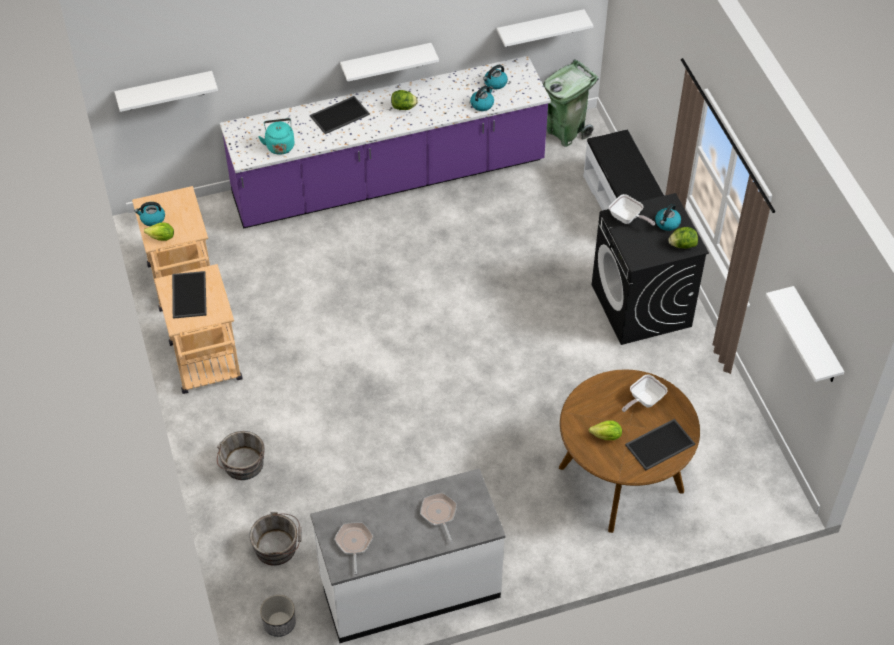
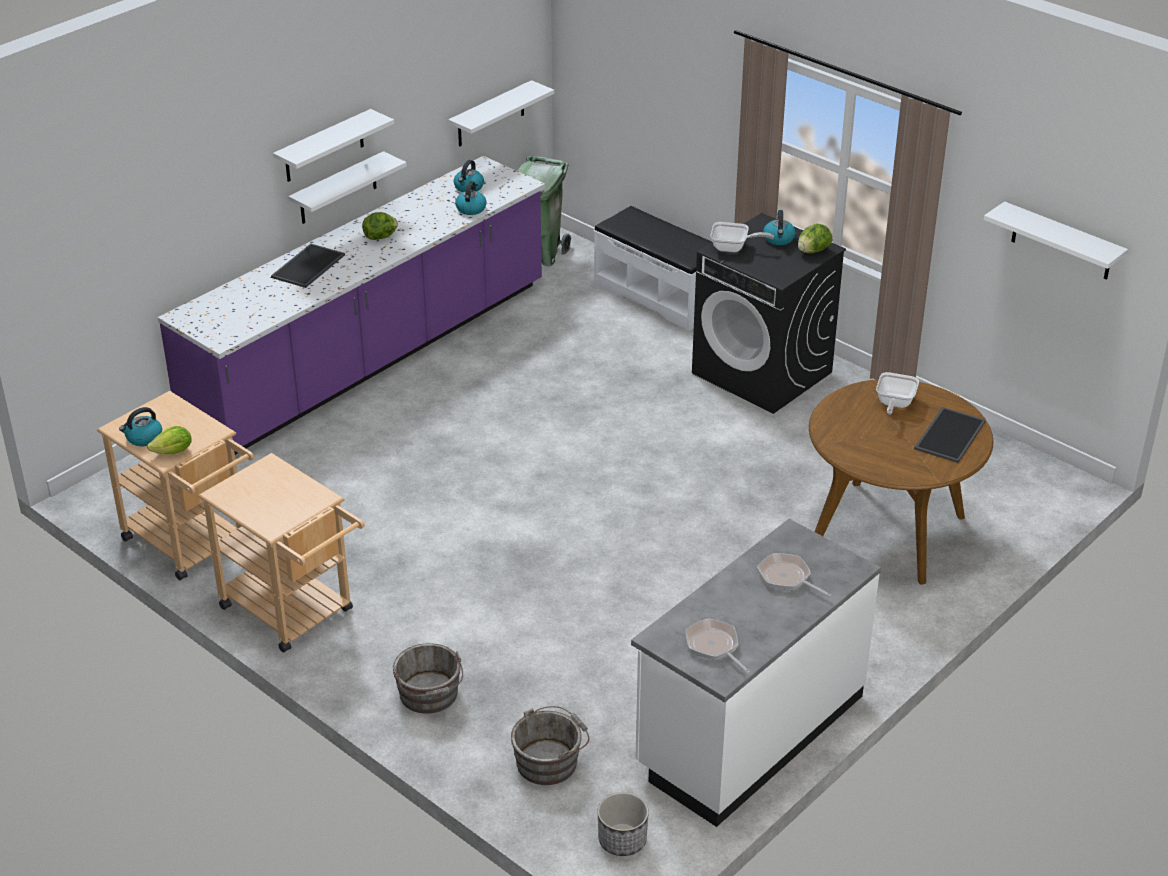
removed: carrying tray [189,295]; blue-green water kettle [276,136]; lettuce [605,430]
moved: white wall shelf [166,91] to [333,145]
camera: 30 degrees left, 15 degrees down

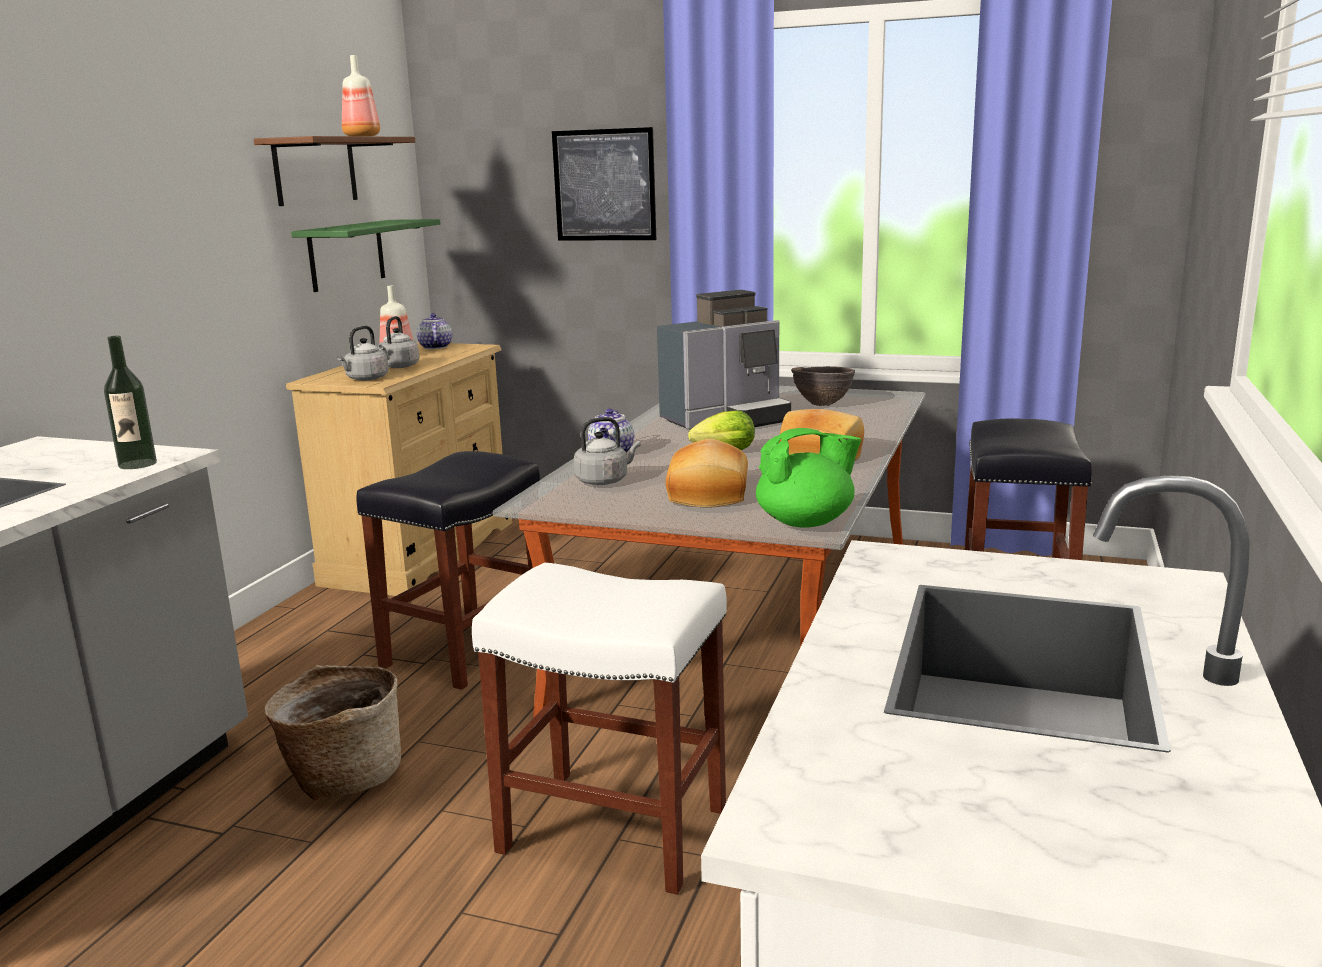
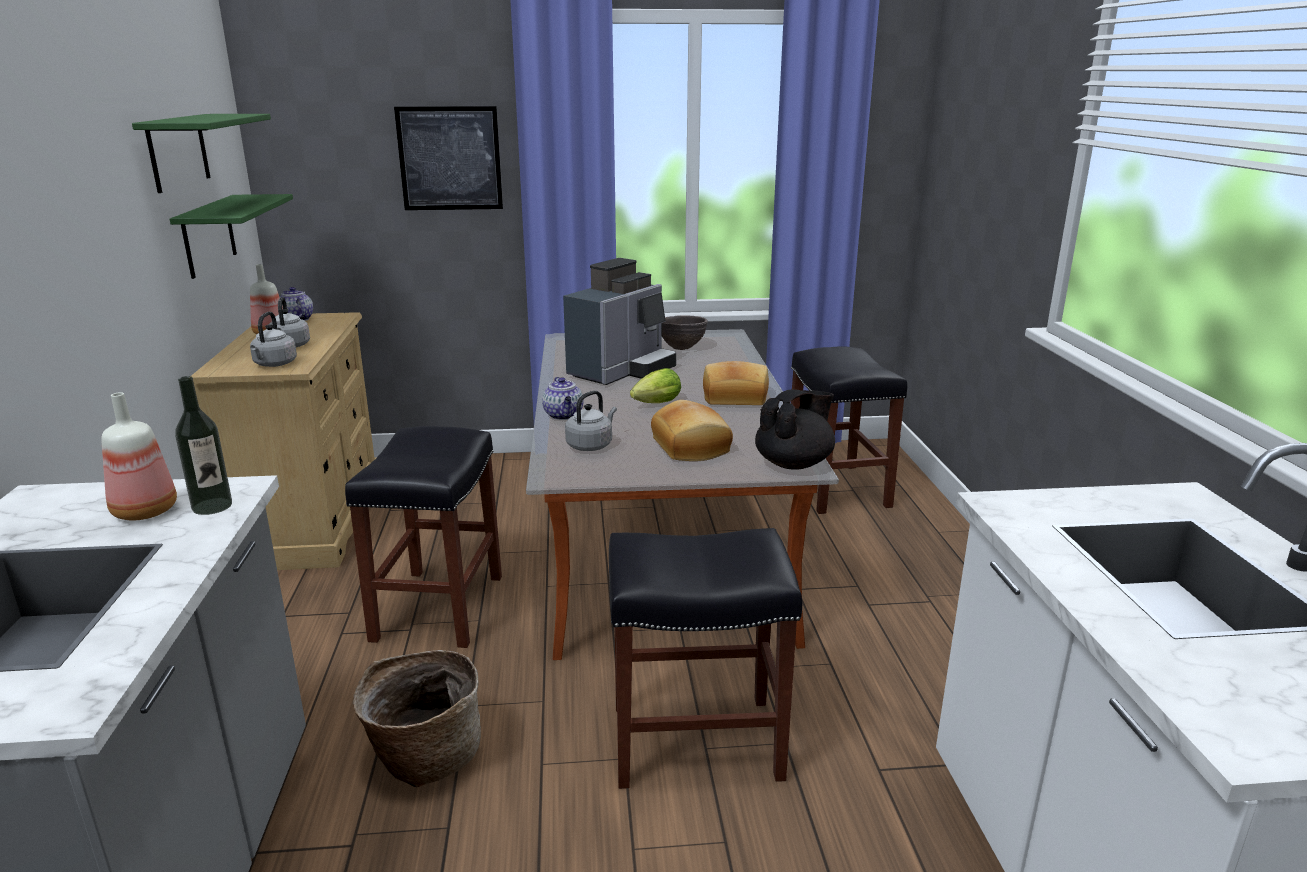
moved: drink bottle [361,96] to [139,456]
recoloured: brown wall shelf [334,171] to green wall shelf [201,153]; white stool [599,729] to black-coloured stool [705,658]; green pot for tea [808,478] to black-coloured pot for tea [795,429]
camera: 25 degrees left, 5 degrees up

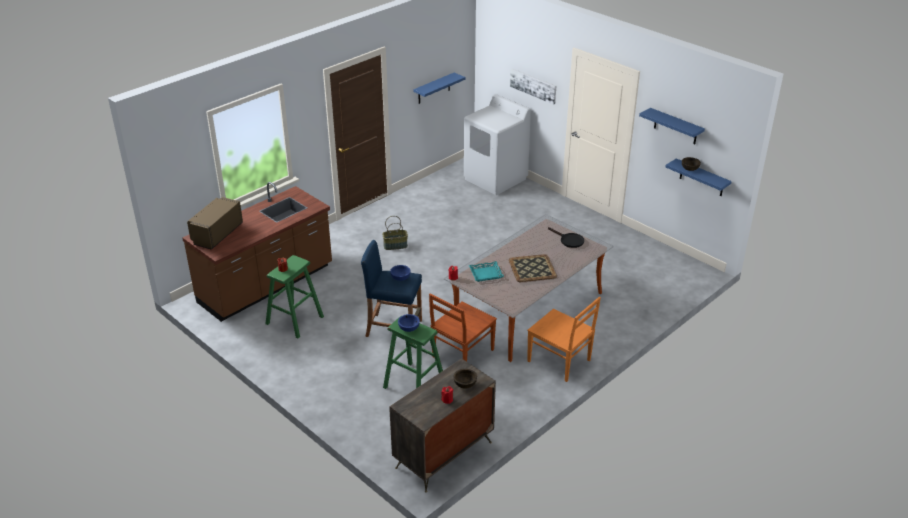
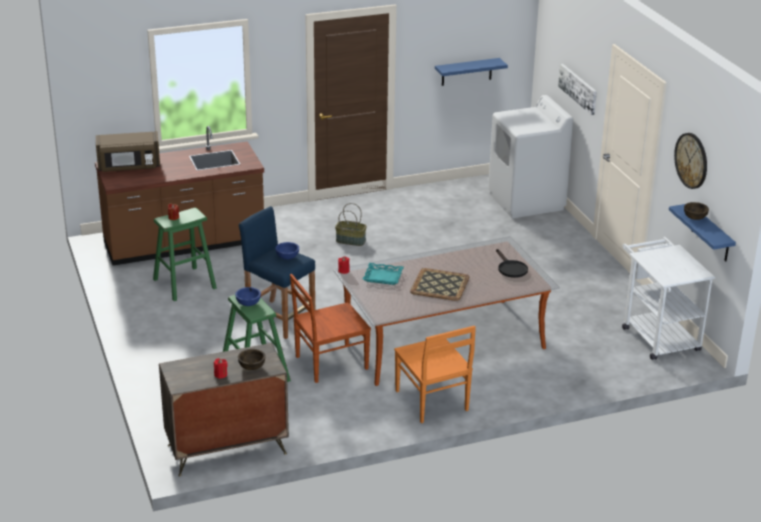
added: white trolley [668,298]
replaced: bluish wall shelf [672,126] to wall clock [690,161]
turned: brown kitchen microwave [215,223] = [128,151] 150 degrees counterclockwise
camera: 25 degrees right, 5 degrees down

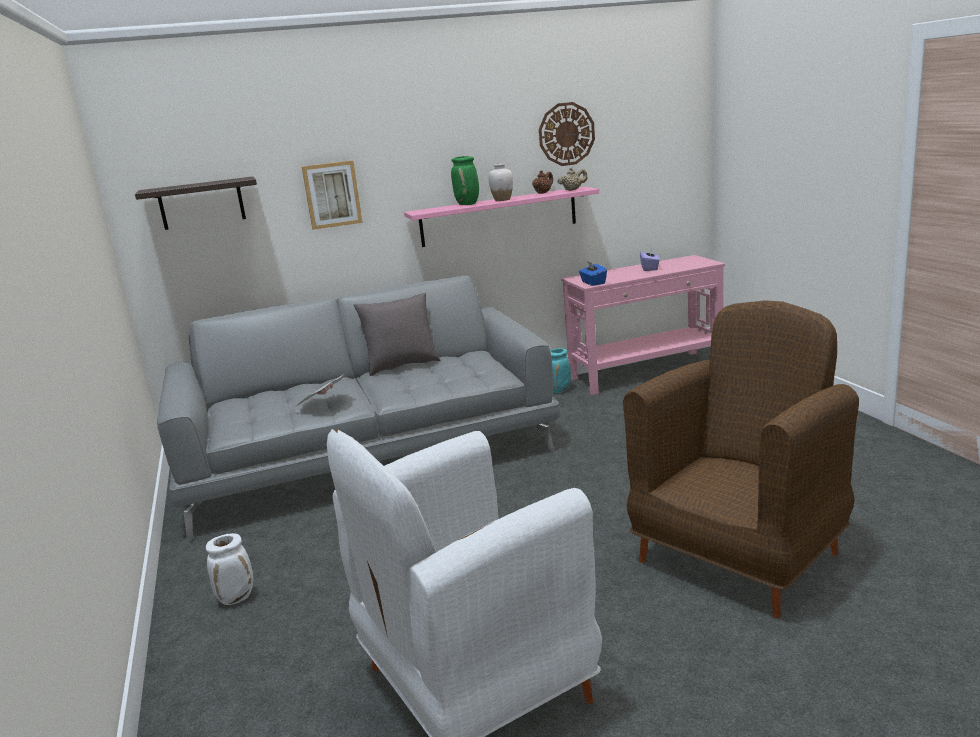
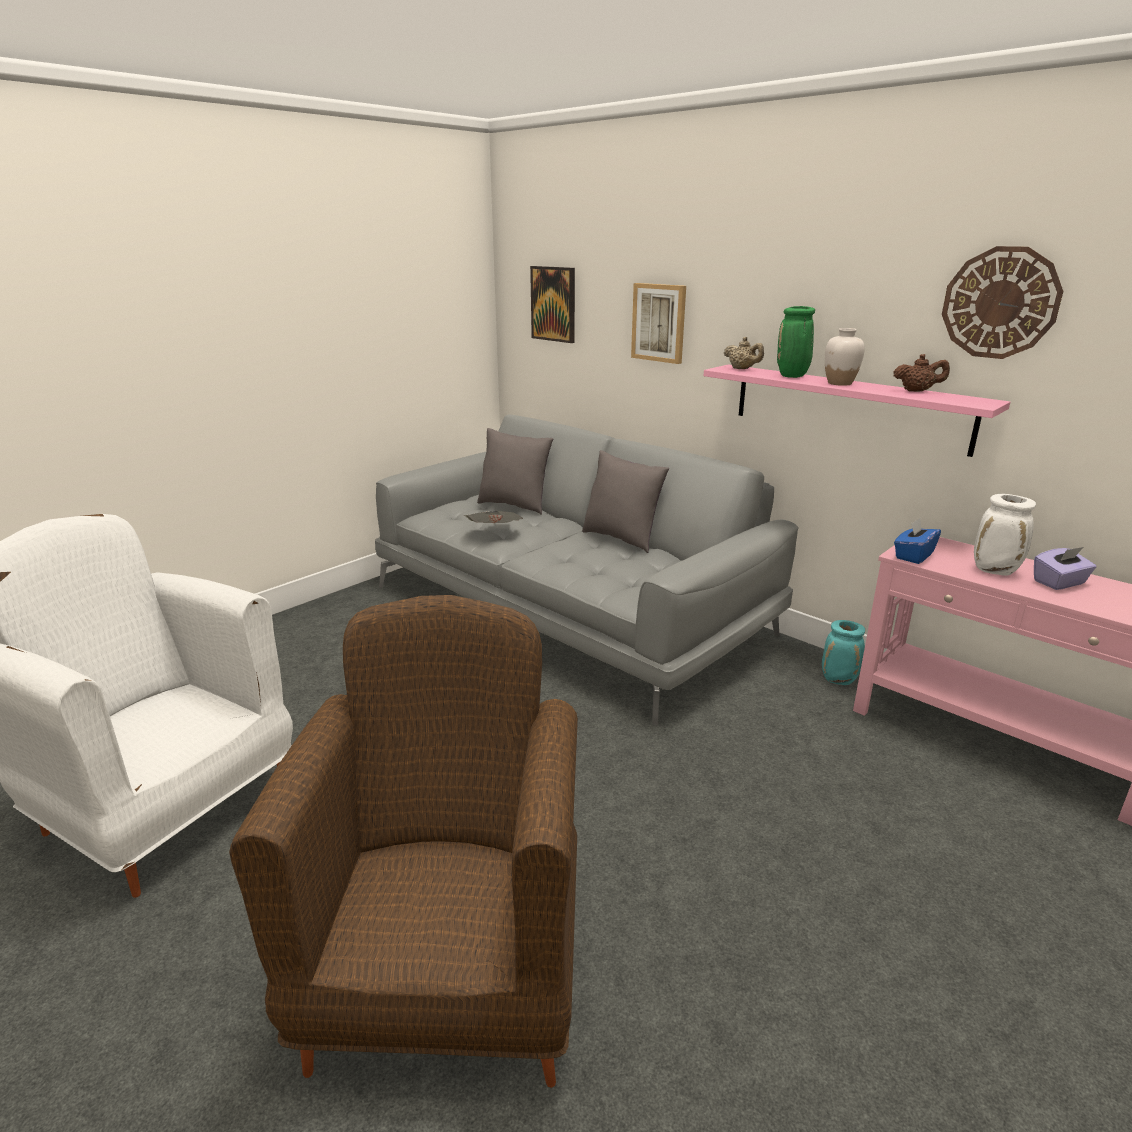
added: gray pillow [515,471]
moved: white vase [229,569] to [1005,535]; sand-coloured pot for tea [572,179] to [744,353]
replaced: wall shelf [196,203] to picture [552,304]
turned: brown armchair [741,459] = [403,841] 105 degrees counterclockwise
camera: 60 degrees right, 5 degrees up

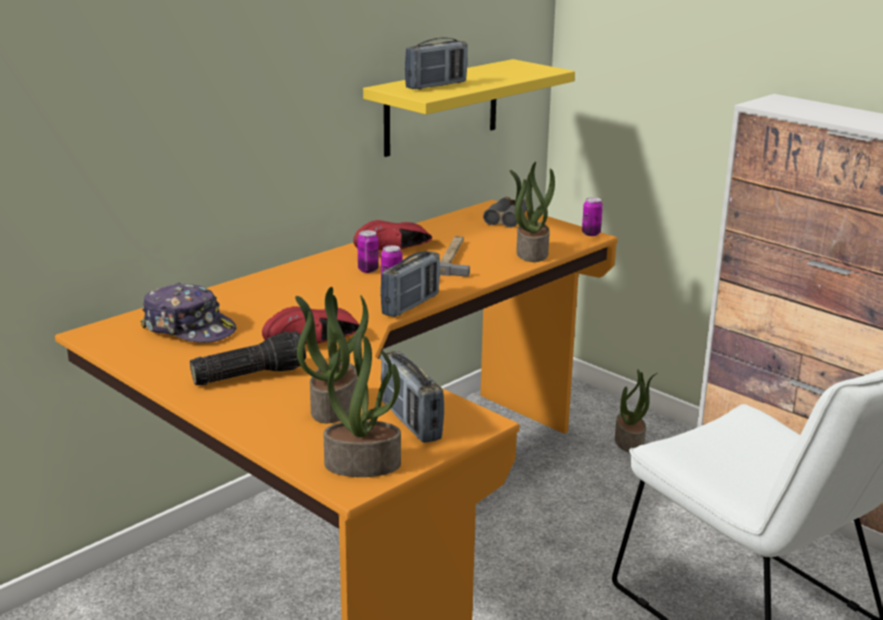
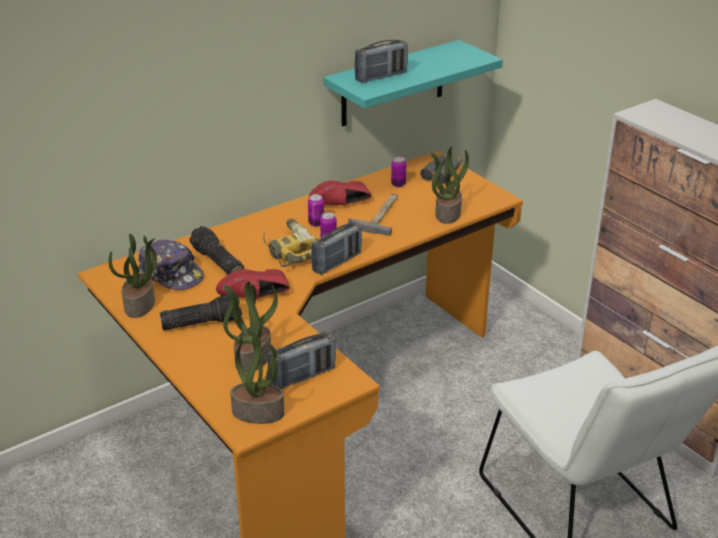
added: hand torch [217,250]; drill [290,242]
moved: metal can [592,216] to [399,172]; houseplant [636,411] to [132,275]
recoloured: yellow wall shelf [469,108] to blue-green wall shelf [413,83]
turned: radio set [412,397] = [302,360] 105 degrees counterclockwise
camera: 10 degrees right, 10 degrees up

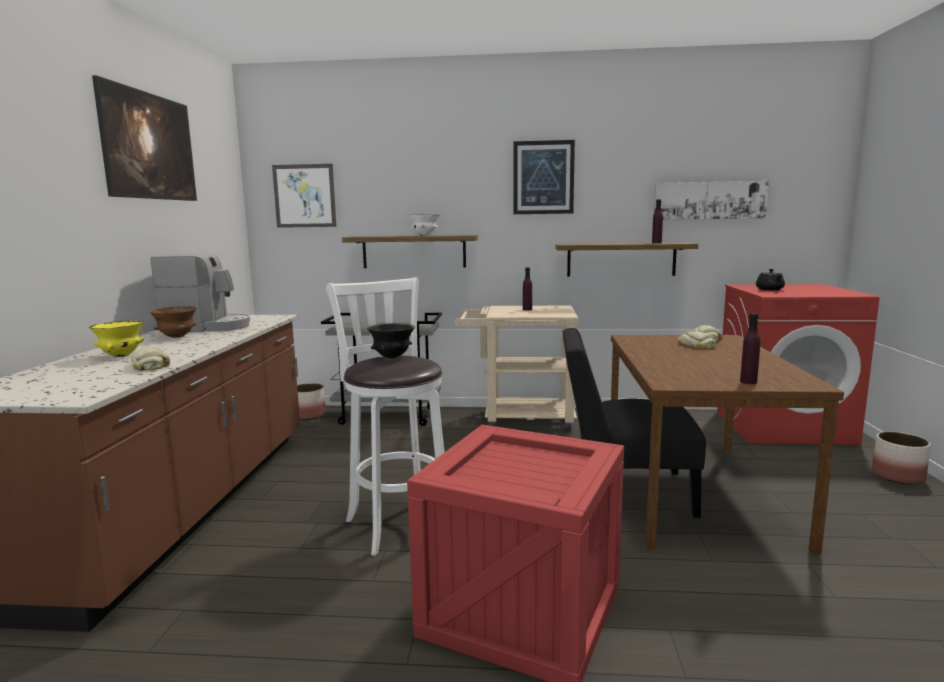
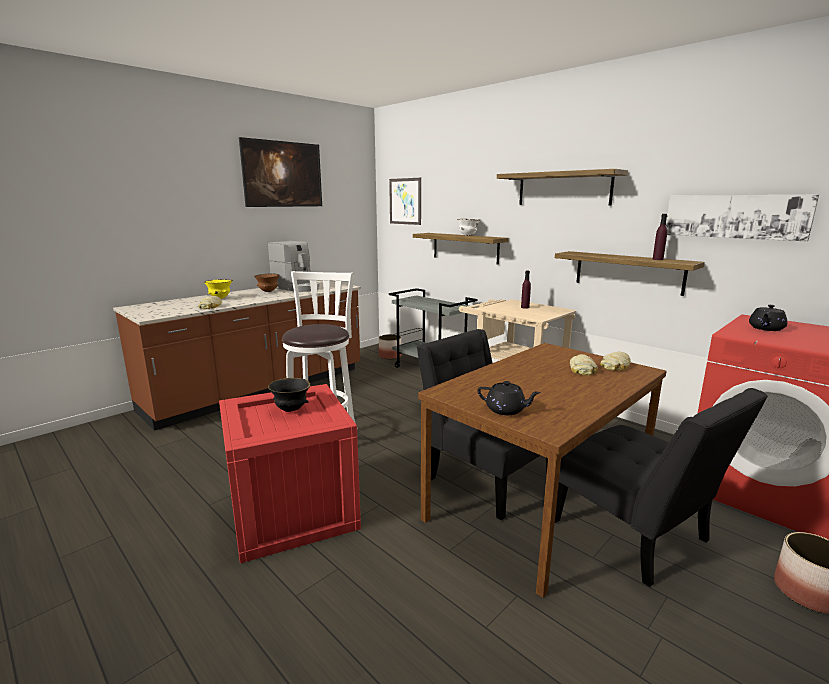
added: black-coloured chair [661,487]
moved: black-coloured serving bowl [391,341] to [289,395]
replaced: picture [544,177] to wall shelf [562,187]; purple-coloured drink bottle [750,348] to black-coloured pot for tea [509,398]
camera: 40 degrees right, 5 degrees up

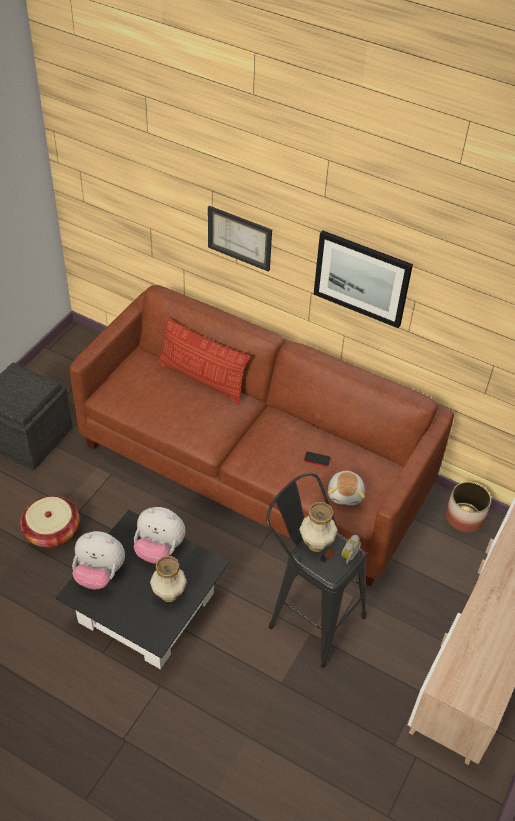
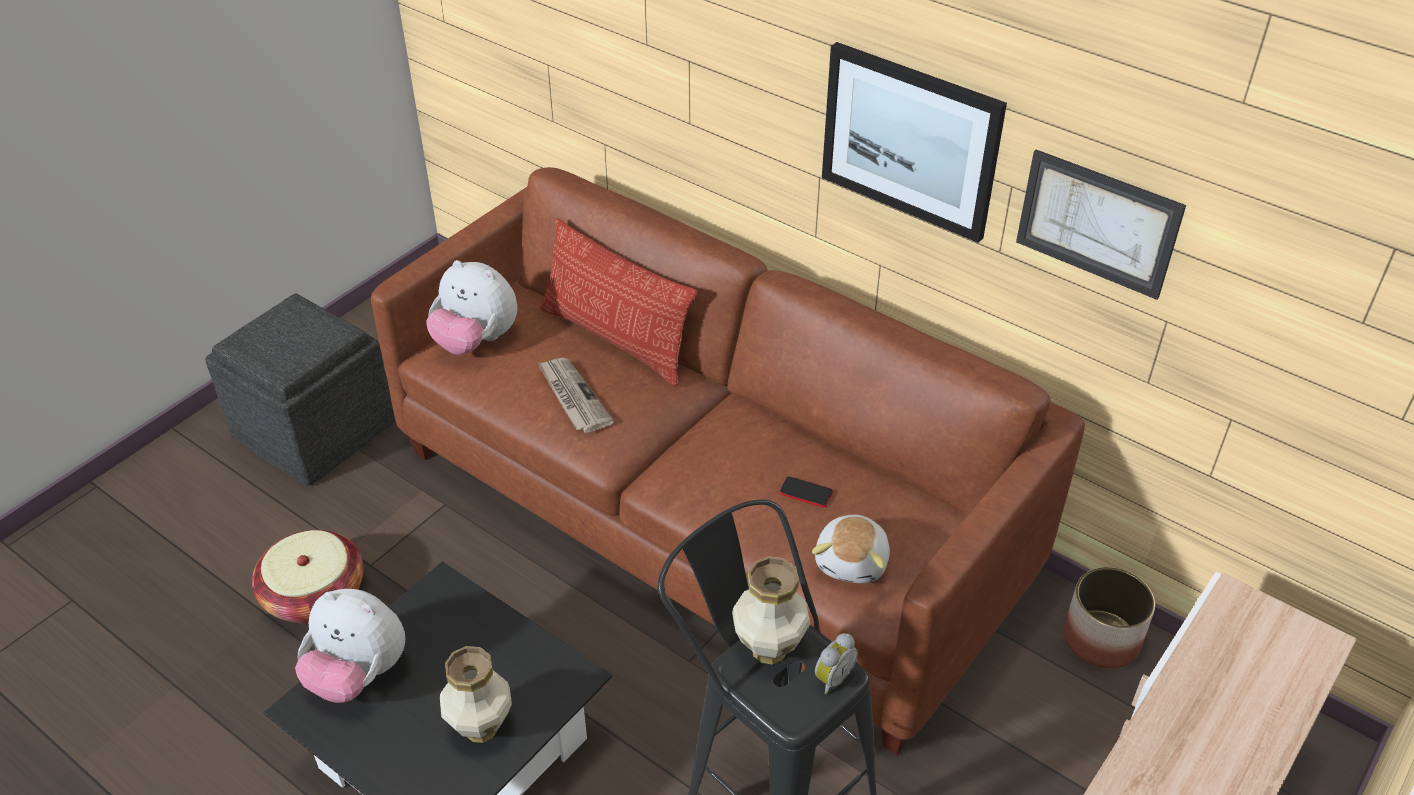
added: printed paper [575,395]
moved: cuddly toy [159,535] to [471,307]; picture [240,239] to [1101,224]
camera: 10 degrees right, 5 degrees down

